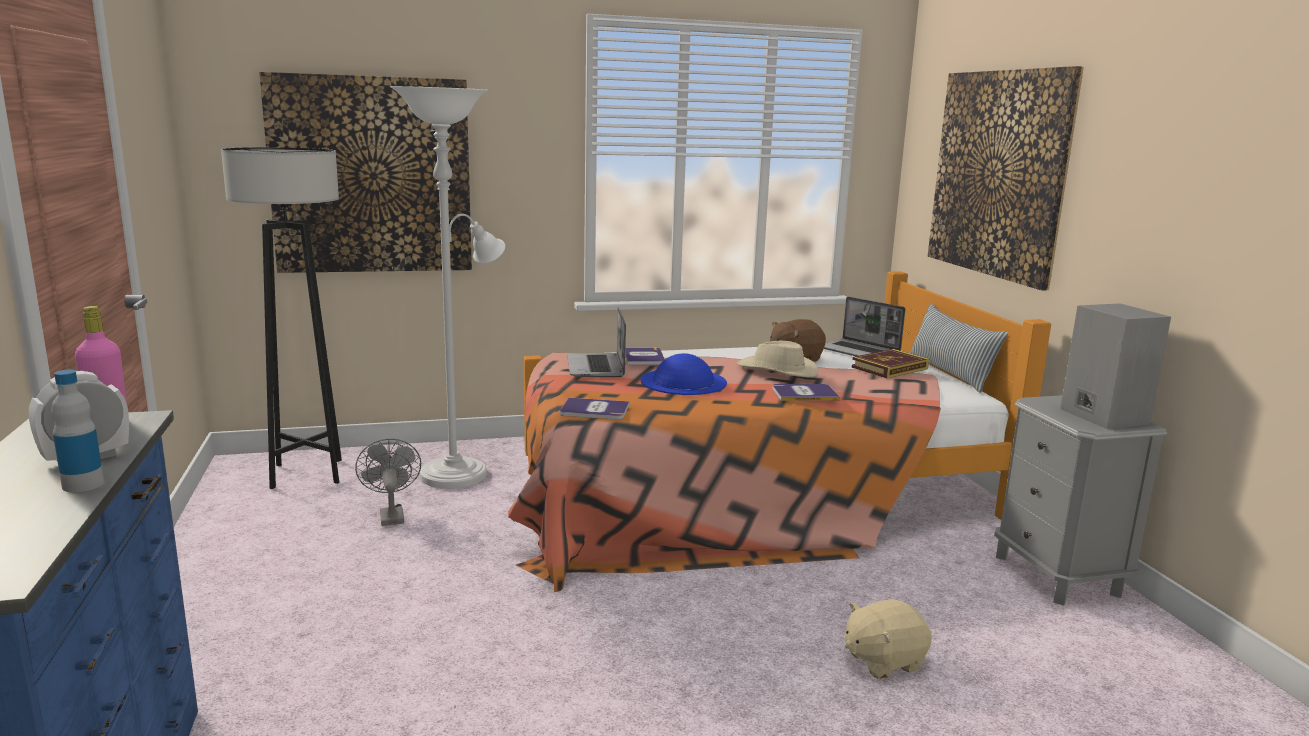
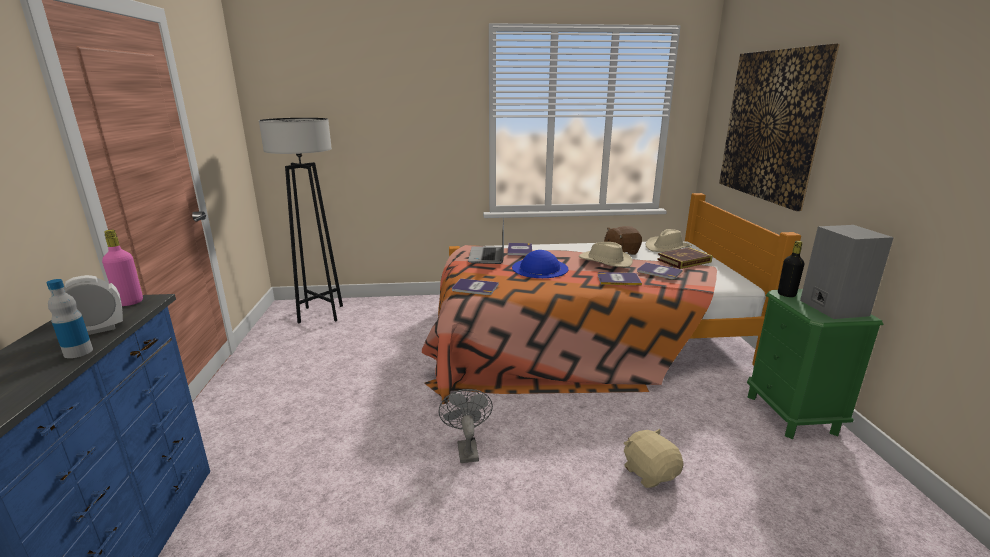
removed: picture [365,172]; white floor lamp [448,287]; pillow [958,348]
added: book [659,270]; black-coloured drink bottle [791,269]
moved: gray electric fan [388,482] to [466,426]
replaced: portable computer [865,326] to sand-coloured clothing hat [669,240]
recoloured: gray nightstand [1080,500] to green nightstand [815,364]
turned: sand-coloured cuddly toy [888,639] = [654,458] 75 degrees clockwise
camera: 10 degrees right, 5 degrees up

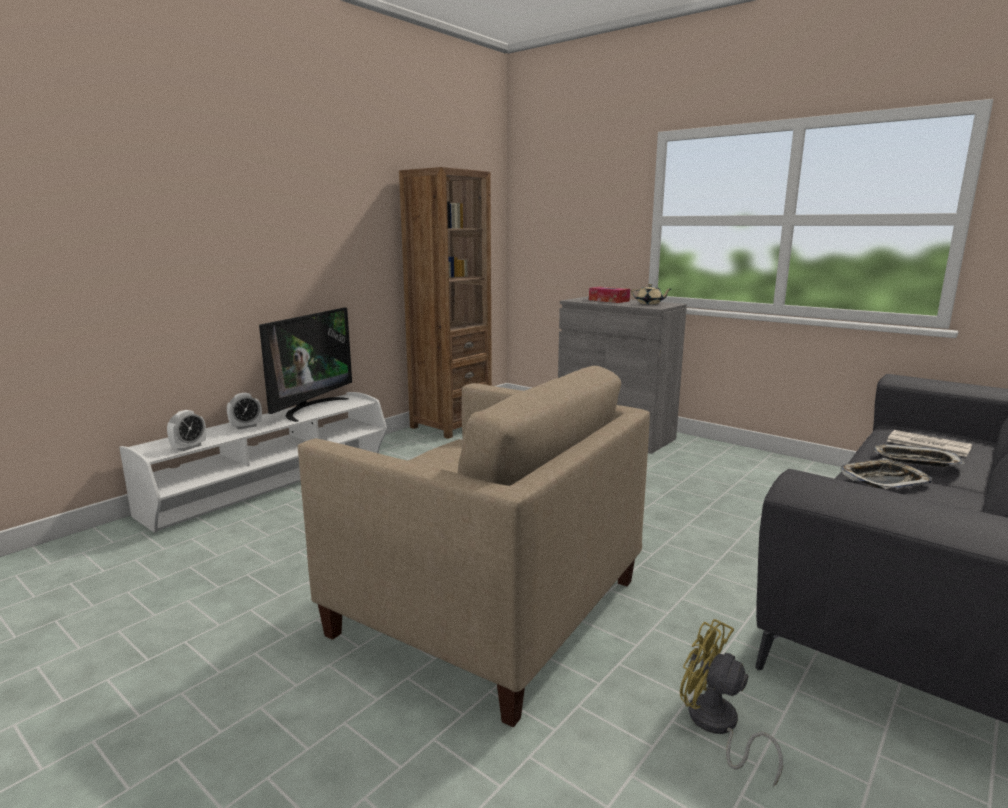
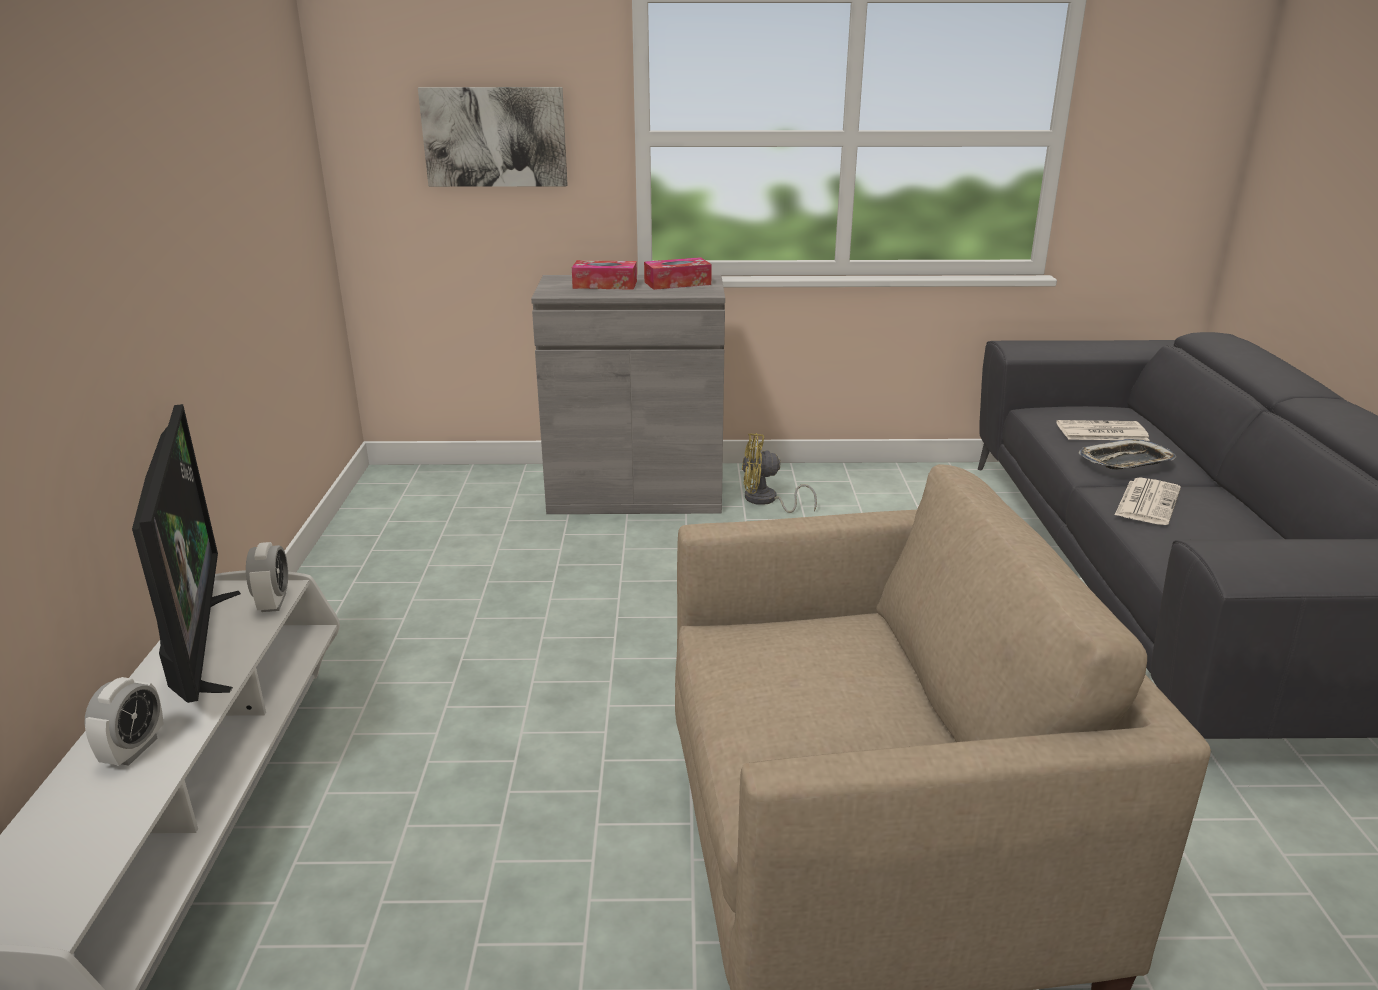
removed: brown shelving unit [445,303]
added: picture [493,137]
moved: alarm clock [186,430] to [267,577]; yellow electric fan [731,703] to [779,473]
replaced: sand-coloured pot for tea [651,294] to tissue holder [678,273]; carrying tray [886,473] to printed paper [1148,501]
camera: 40 degrees left, 10 degrees up

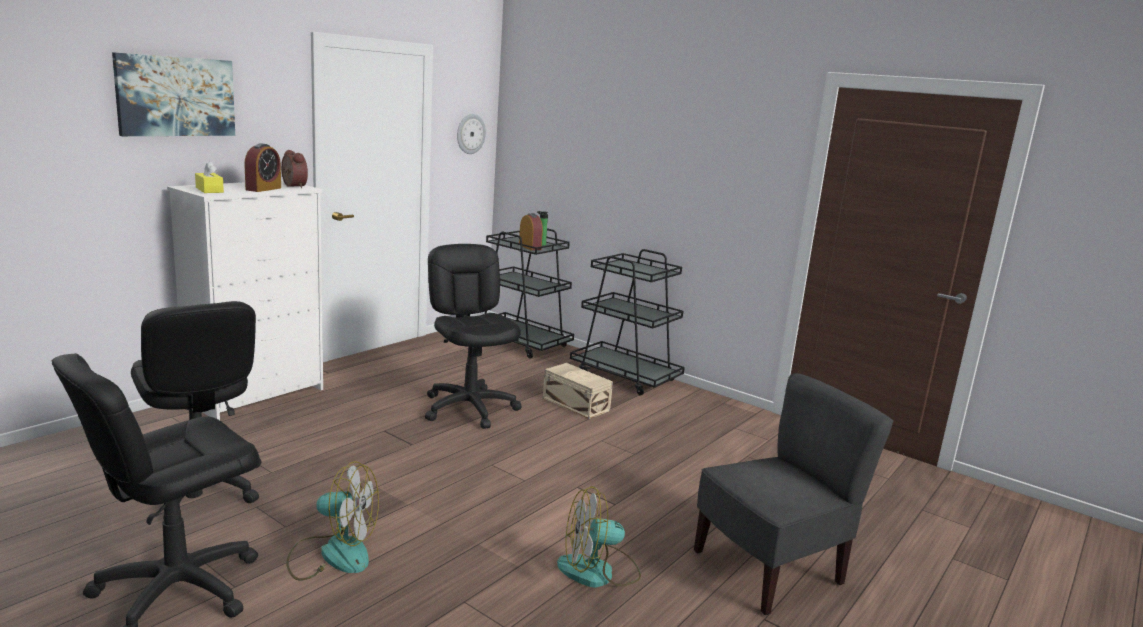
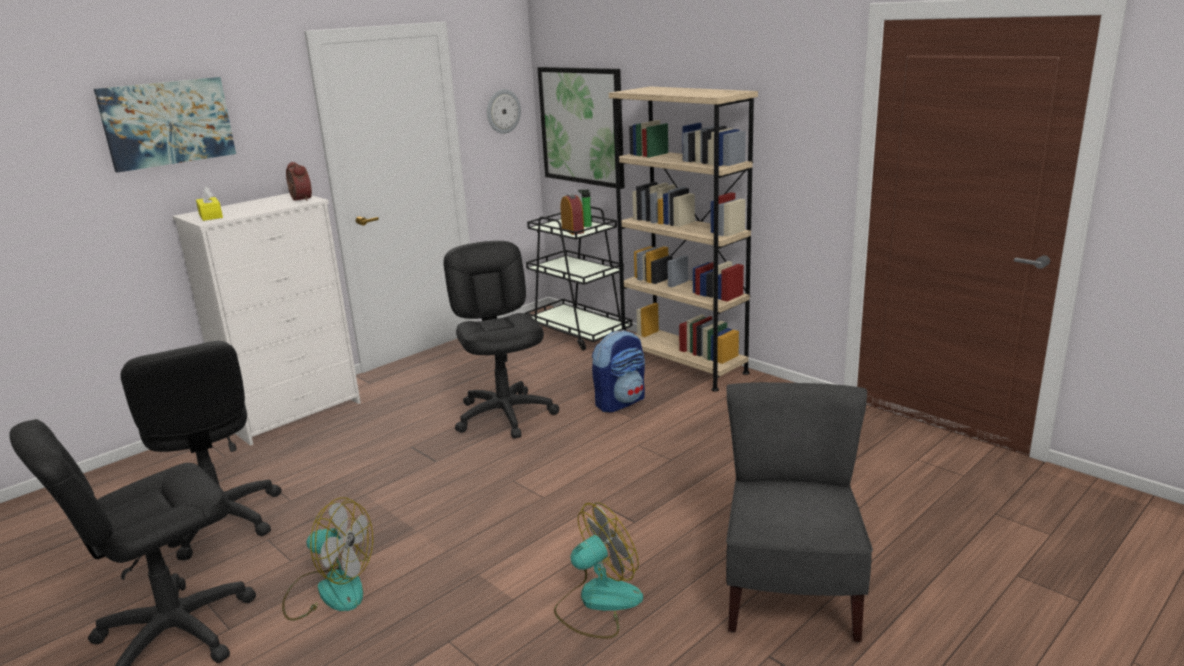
removed: alarm clock [262,167]
added: picture [581,128]
replaced: sand-coloured storage bin [578,391] to knapsack [618,371]; black-coloured trolley [627,322] to sand-coloured shelving unit [683,239]
turned: electric fan [599,537] = [598,570] 150 degrees clockwise; gray chair [793,494] = [799,512] 60 degrees counterclockwise
camera: 10 degrees right, 5 degrees up

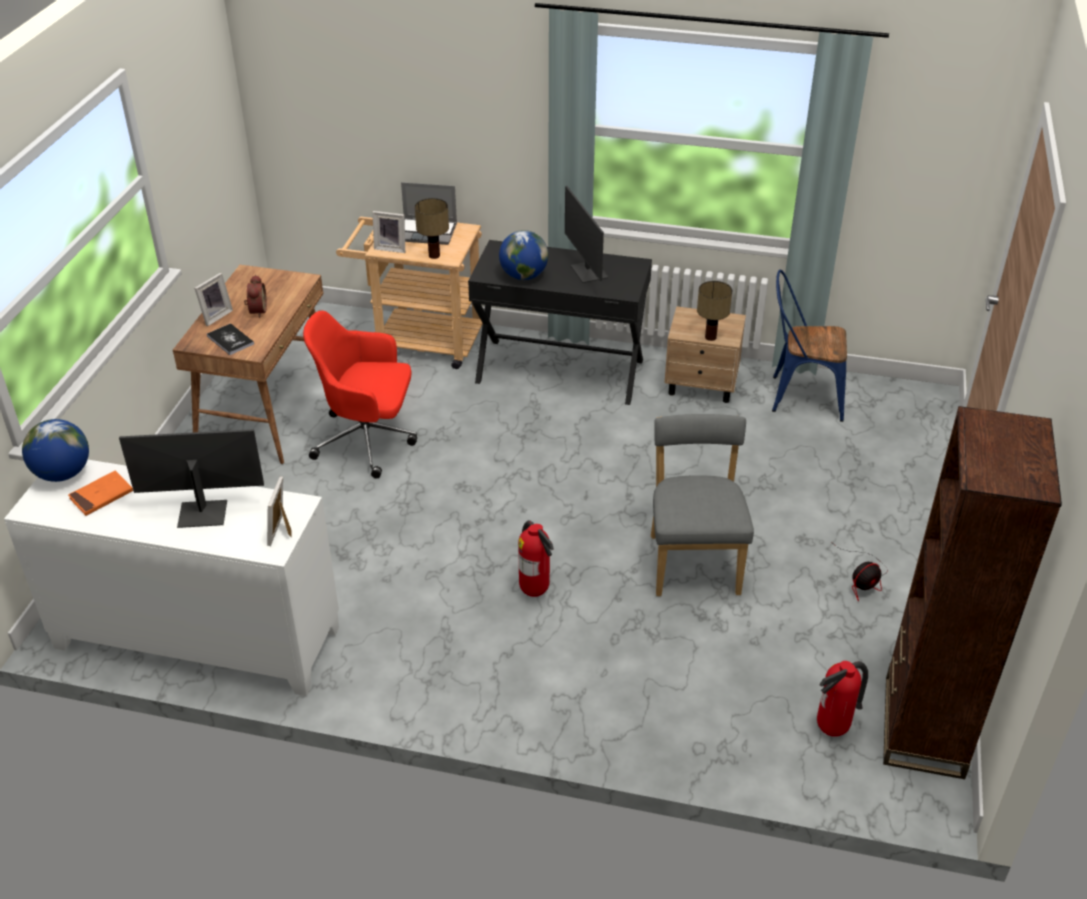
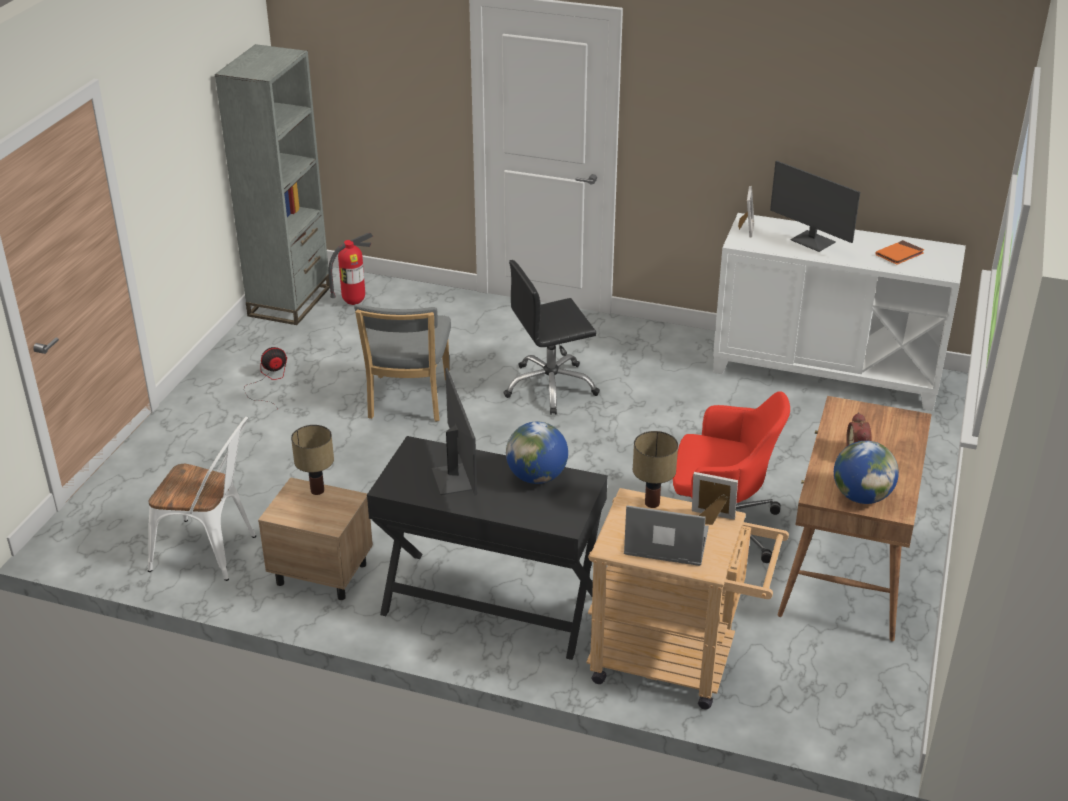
removed: picture frame [213,299]; book [230,339]
moved: desk globe [55,450] to [866,472]
replaced: fire extinguisher [536,558] to black-coloured computer chair [551,337]
recoloured: bluish chair [809,346] to white chair [202,499]; brown shelving unit [972,592] to gray shelving unit [272,184]
turned: monitor [191,478] = [815,206] 45 degrees clockwise
camera: 175 degrees left, 5 degrees down

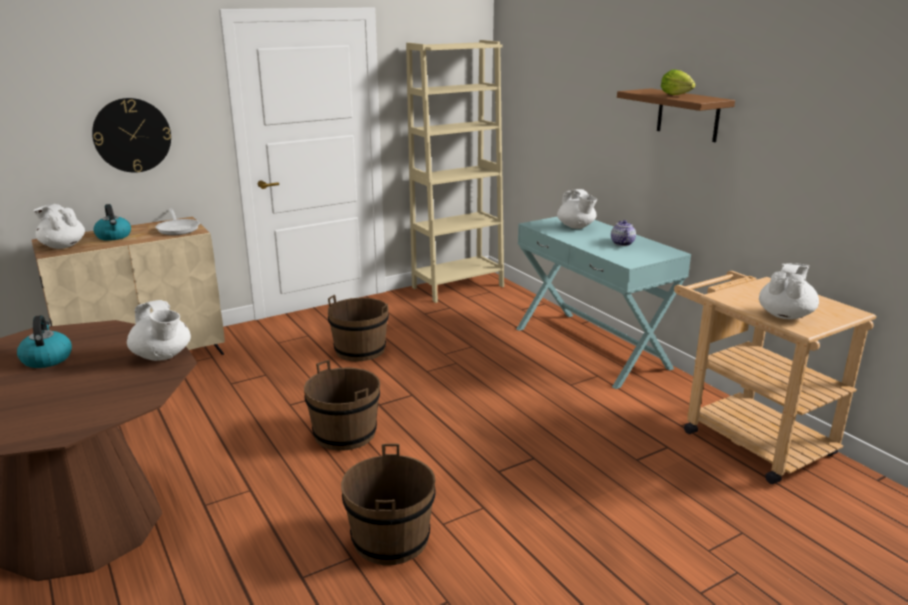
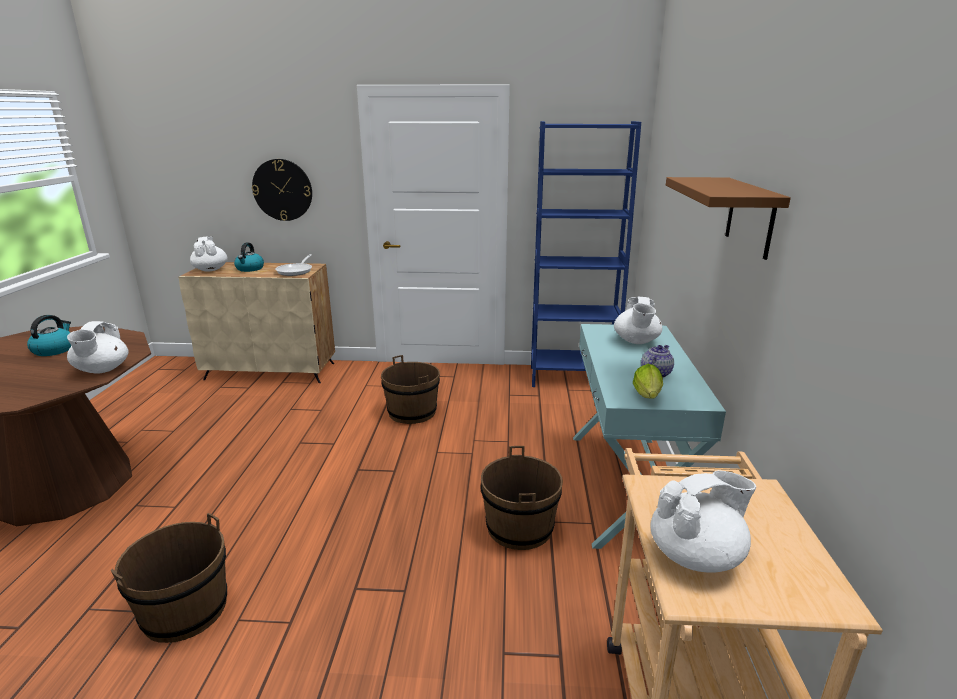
moved: brown pail [342,405] to [522,498]; lettuce [678,82] to [648,381]
recoloured: sand-coloured shelving unit [455,171] to bluish shelving unit [586,254]
camera: 35 degrees right, 0 degrees up

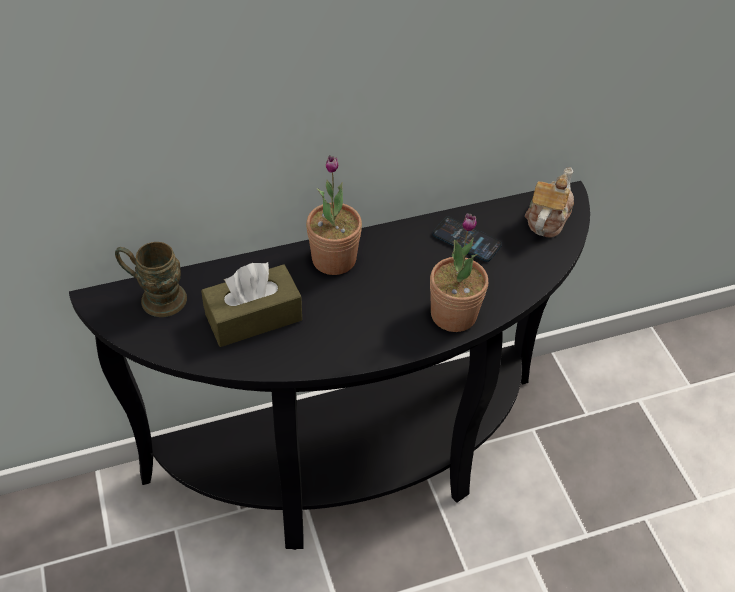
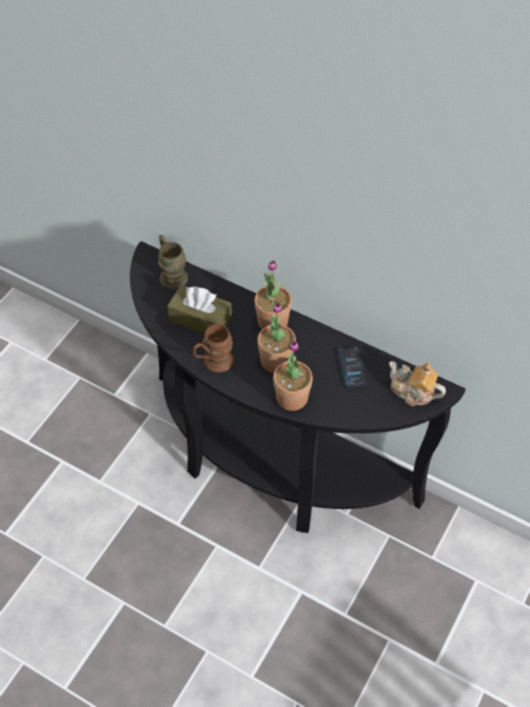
added: brown tea mug [213,348]; houseplant [276,337]
turned: pot for tea [549,203] = [417,383] 135 degrees counterclockwise
camera: 50 degrees right, 5 degrees up

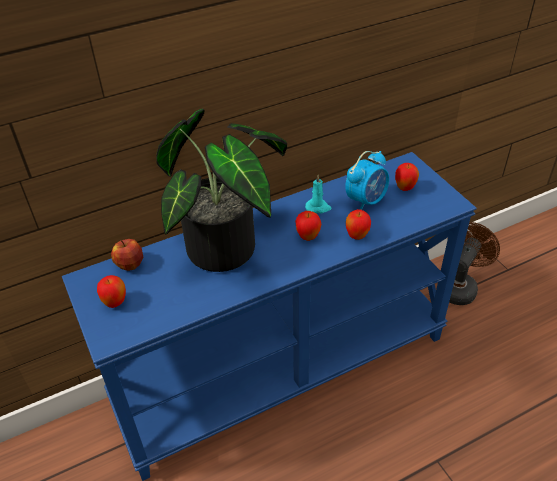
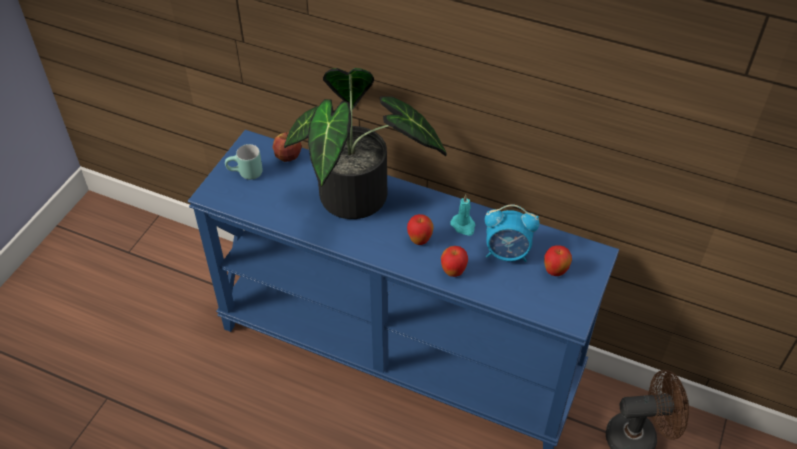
replaced: apple fruit [111,291] to blue-green tea mug [244,162]
camera: 50 degrees right, 5 degrees up

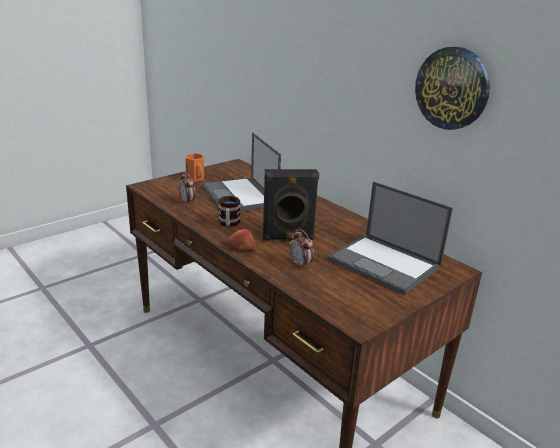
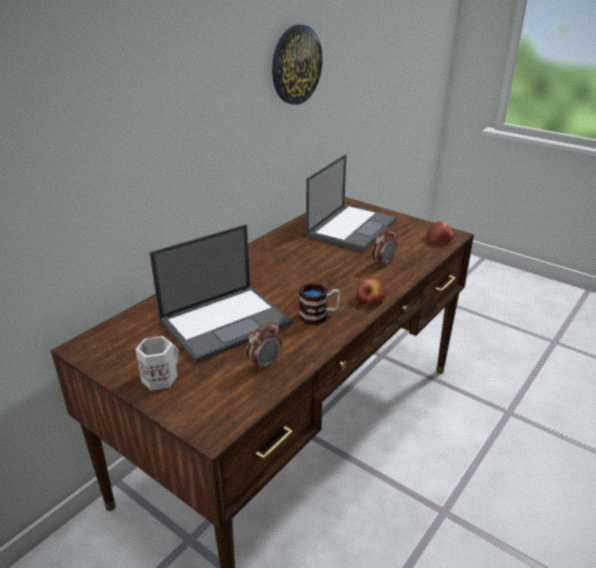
removed: black-coloured audio speaker [291,204]
added: apple fruit [440,232]
recoloured: orange-coloured tea mug [195,167] to white tea mug [157,363]
camera: 100 degrees left, 5 degrees up

